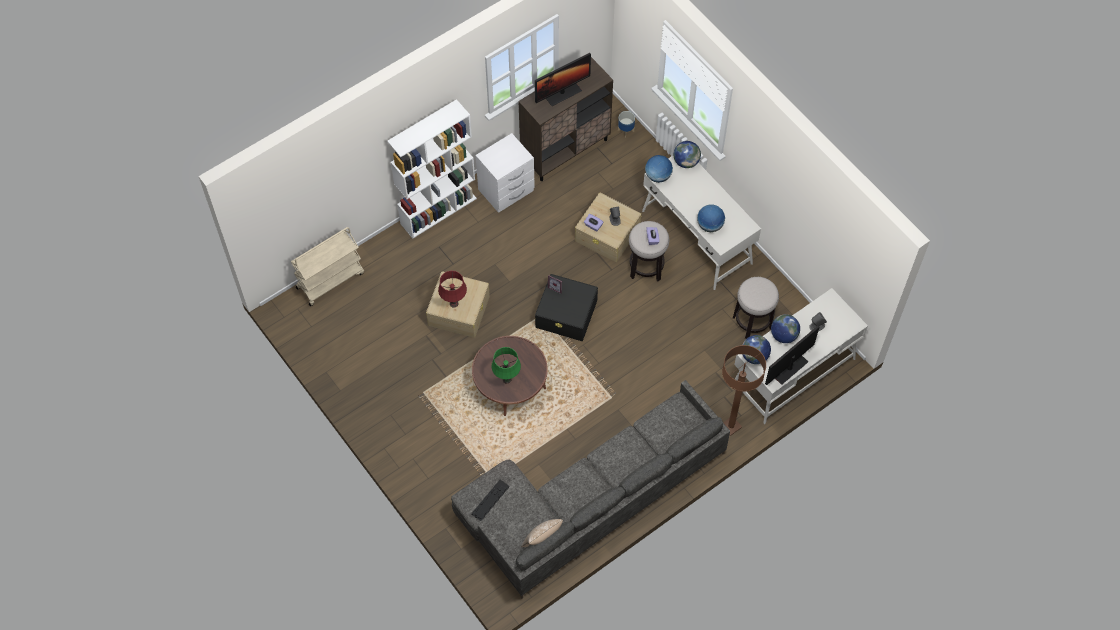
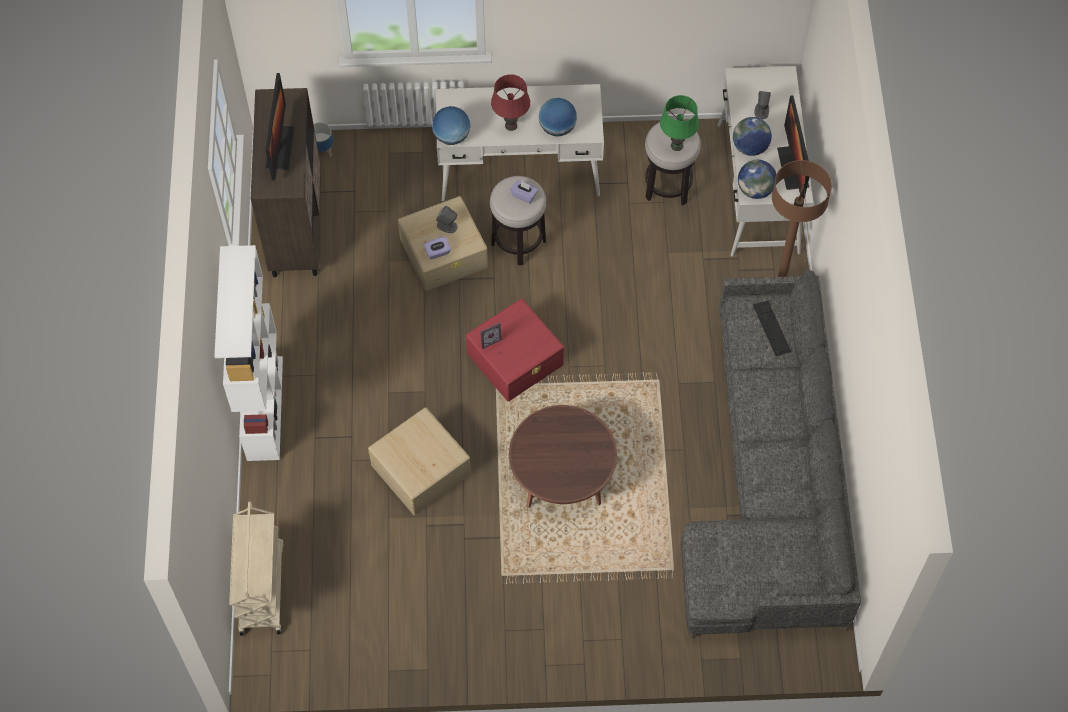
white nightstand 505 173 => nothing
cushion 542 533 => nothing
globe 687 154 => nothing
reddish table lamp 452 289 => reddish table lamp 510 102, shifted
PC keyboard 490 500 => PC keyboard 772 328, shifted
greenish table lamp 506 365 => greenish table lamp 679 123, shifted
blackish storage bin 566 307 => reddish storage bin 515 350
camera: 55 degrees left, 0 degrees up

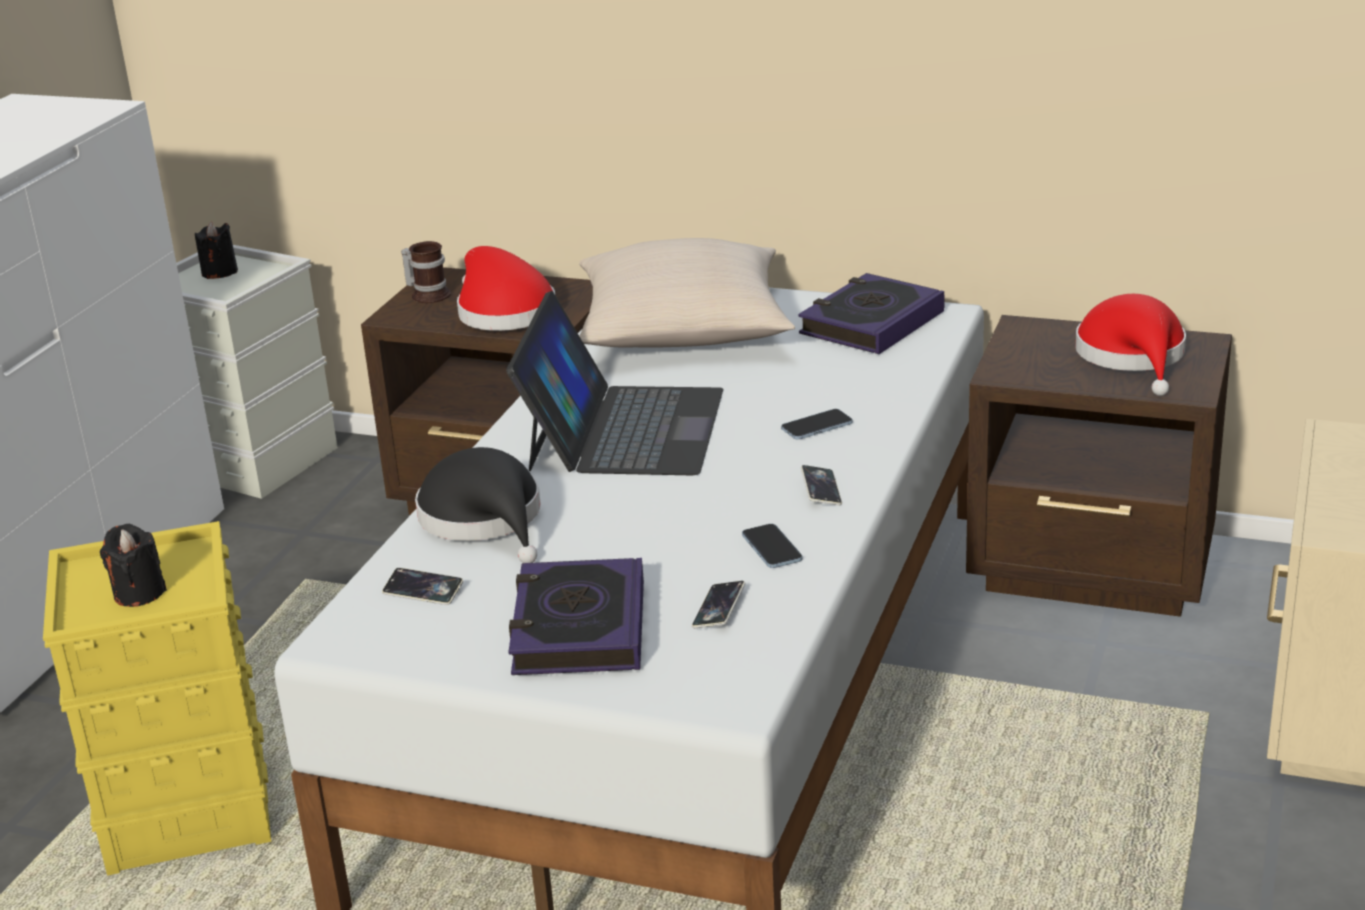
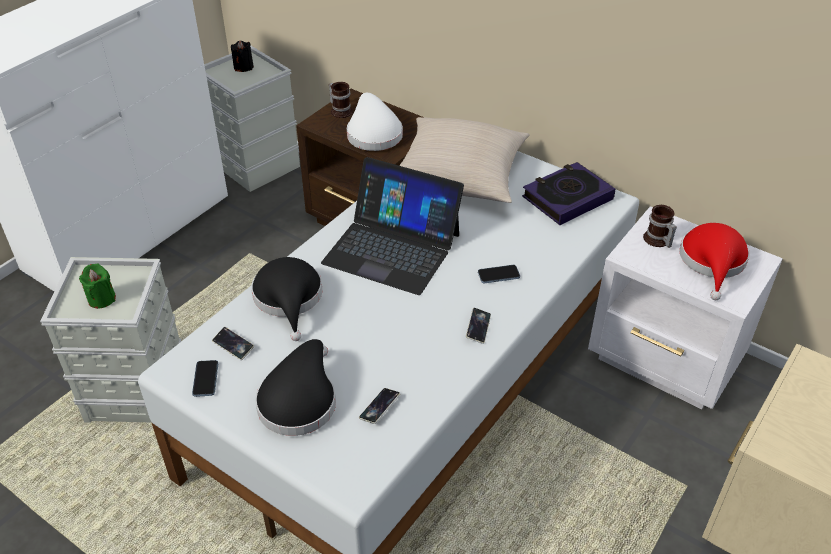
nothing => mug 660 226
telephone 772 546 => telephone 205 378, shifted
volume 576 616 => blackish hat 295 387
yellow storage bin 157 698 => grey storage bin 110 340
blackish wax light 133 565 => greenish wax light 97 286
reddish hat 506 288 => white hat 375 122
brown-coloured nightstand 1099 466 => white nightstand 685 307
portable computer 614 383 => portable computer 392 226, 90 degrees clockwise
camera: 15 degrees right, 15 degrees up

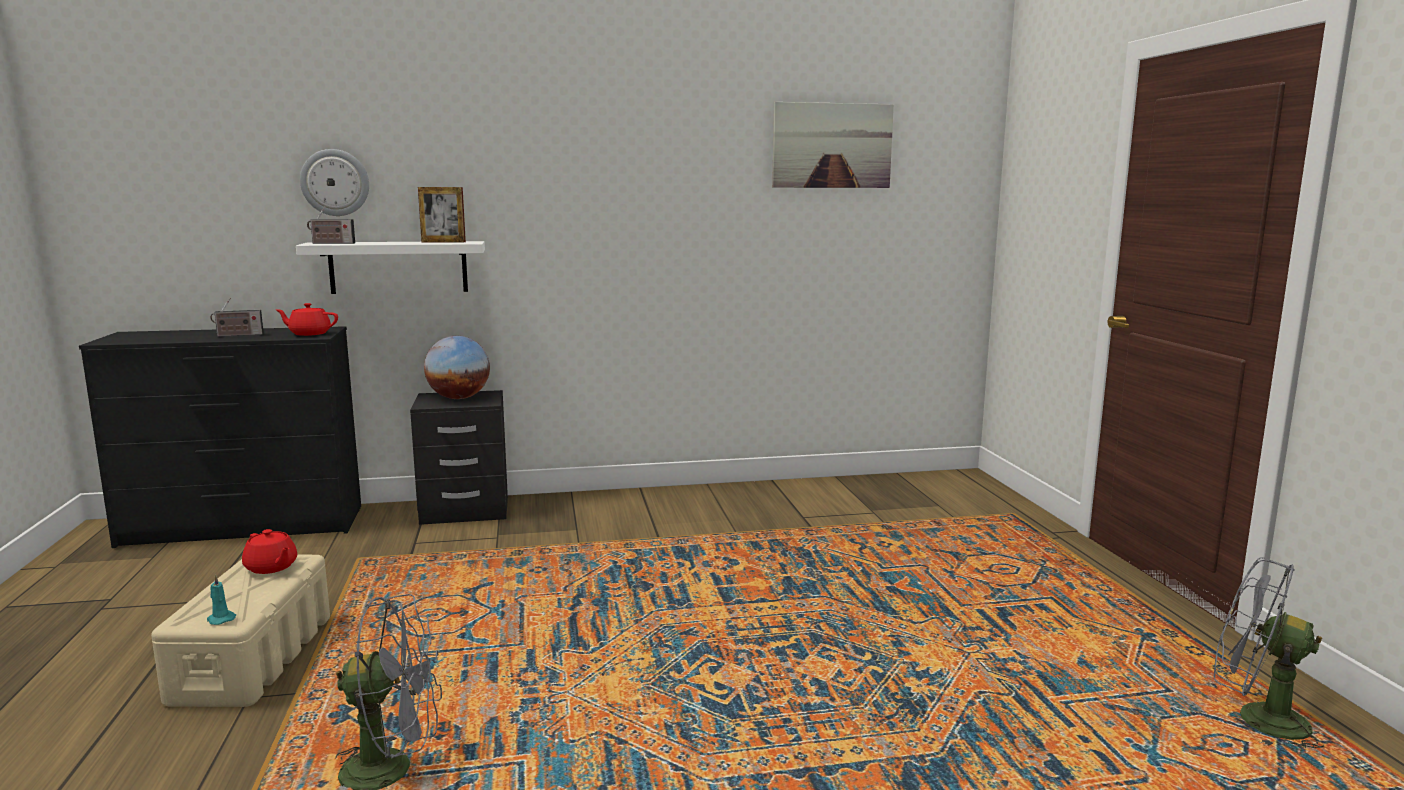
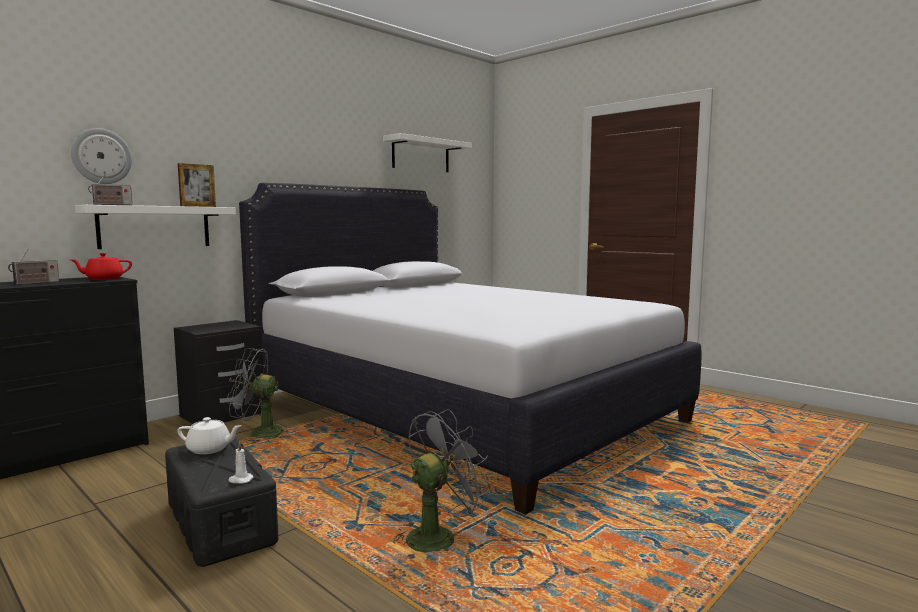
globe 457 367 => nothing
nothing => white bed 470 349
grey fan 1269 654 => grey fan 256 395, shifted
picture 833 145 => white bracket shelf 427 152
sand-coloured storage bin 240 631 => blackish storage bin 221 502
blue-green wax light 221 599 => white wax light 241 463
reddish pot for tea 269 551 => white pot for tea 209 435
camera: 35 degrees left, 5 degrees down

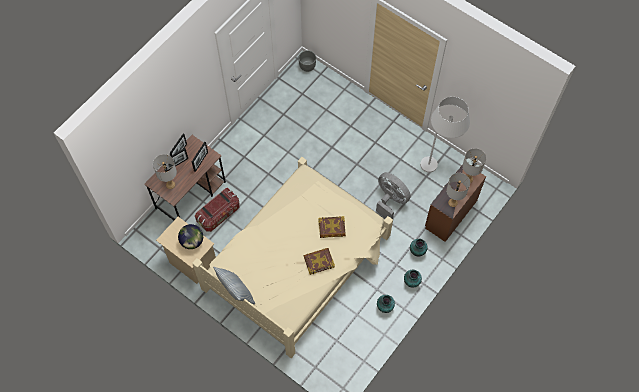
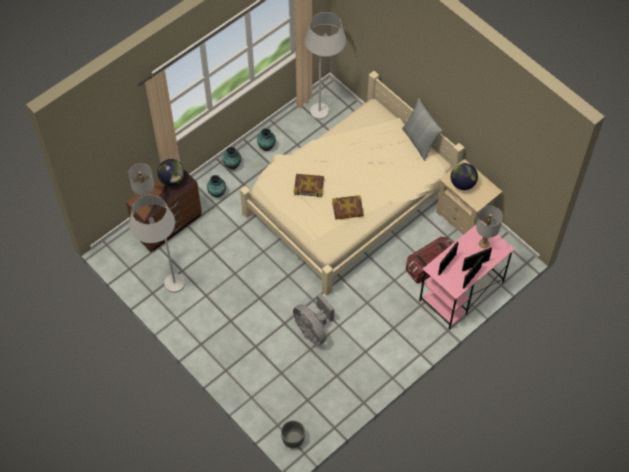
nothing => white standard lamp 325 66
volume 319 261 => volume 348 207, shifted
grey fan 393 195 => grey fan 313 319, shifted
grey table lamp 458 190 => globe 171 172
brown-coloured desk 185 177 => pink-coloured desk 467 274
camera: 170 degrees left, 5 degrees down

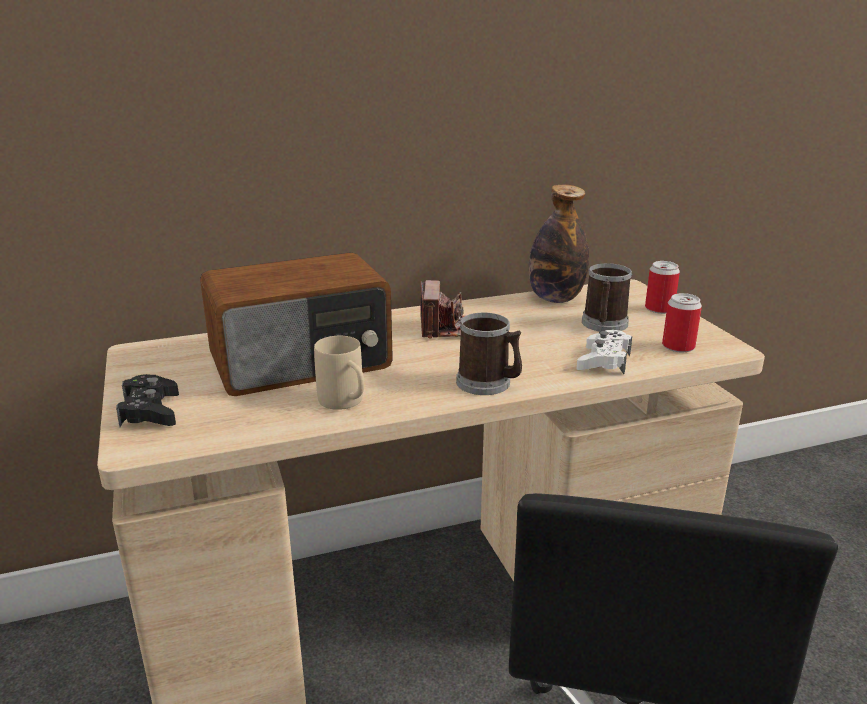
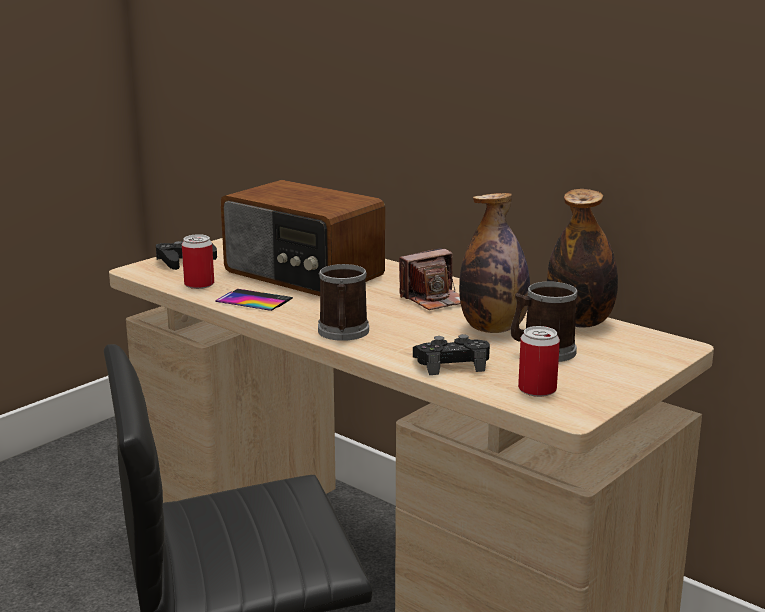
nothing => drink bottle 494 263
can 662 287 => can 198 261, shifted
sand-coloured mug 339 373 => telephone 254 300
white joypad 604 352 => blackish joypad 451 354
camera: 60 degrees right, 5 degrees down

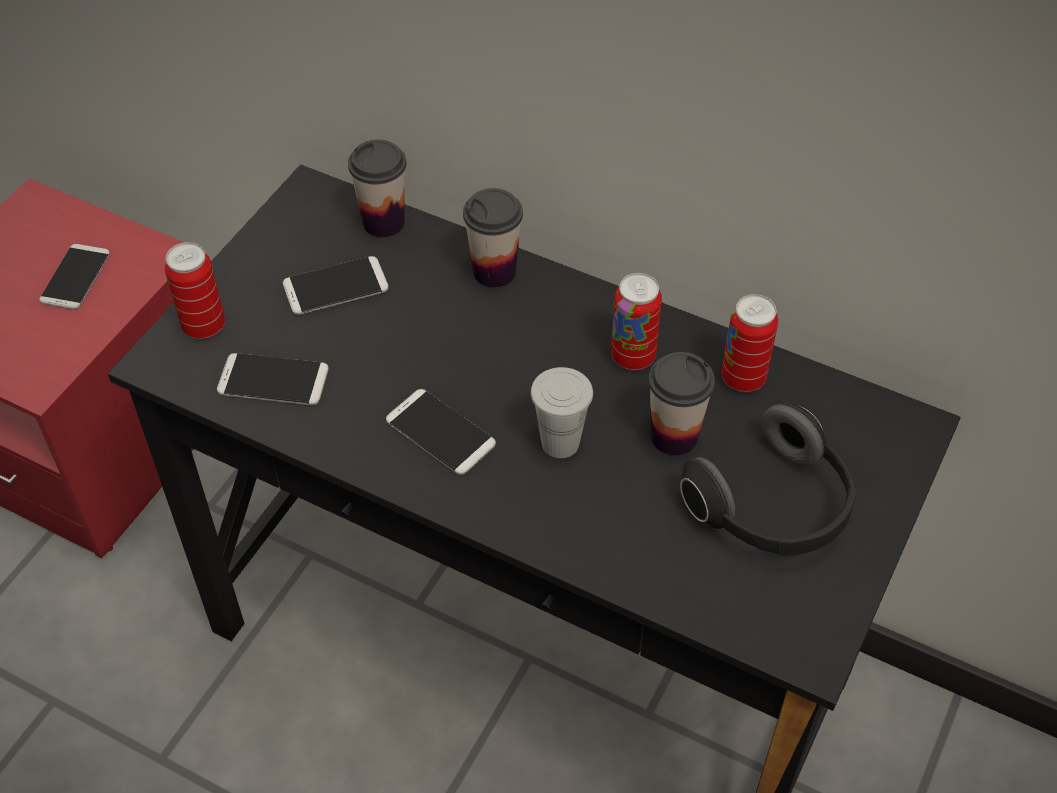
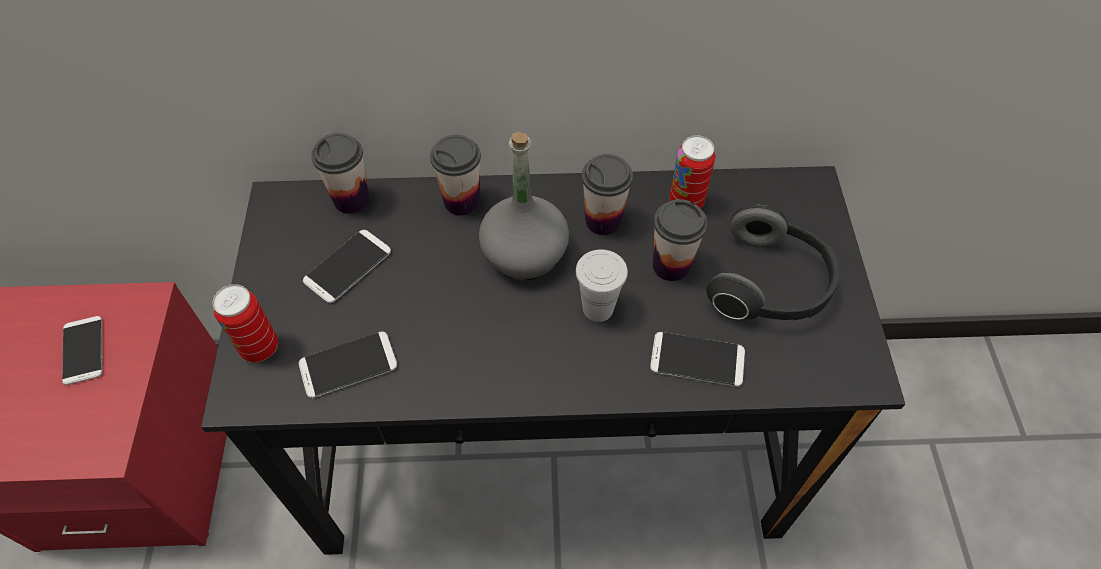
nothing => grey drink bottle 524 206
telephone 441 432 => telephone 697 359, shifted
can 636 321 => small cup 607 194
camera: 30 degrees left, 5 degrees up

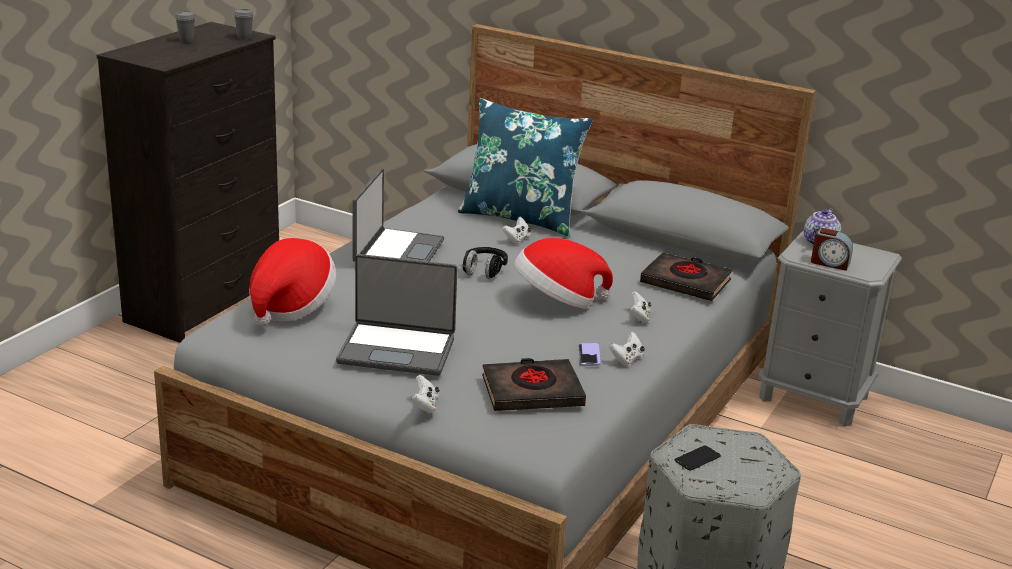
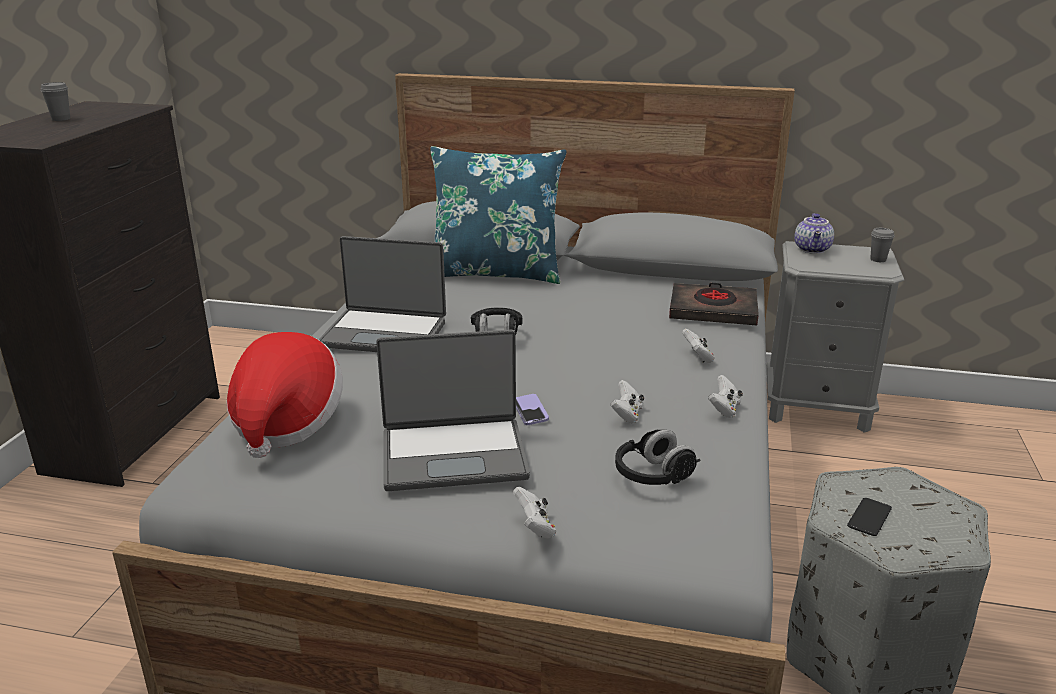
hat 563 273 => nothing
alarm clock 832 249 => nothing
grey small cup 244 24 => grey small cup 882 245, shifted
white joypad 516 230 => white joypad 627 401, shifted
telephone 589 354 => telephone 532 409, shifted
blackish volume 534 384 => blackish headphones 658 457
portable computer 398 215 => portable computer 382 294, 105 degrees clockwise
camera: 15 degrees left, 0 degrees up

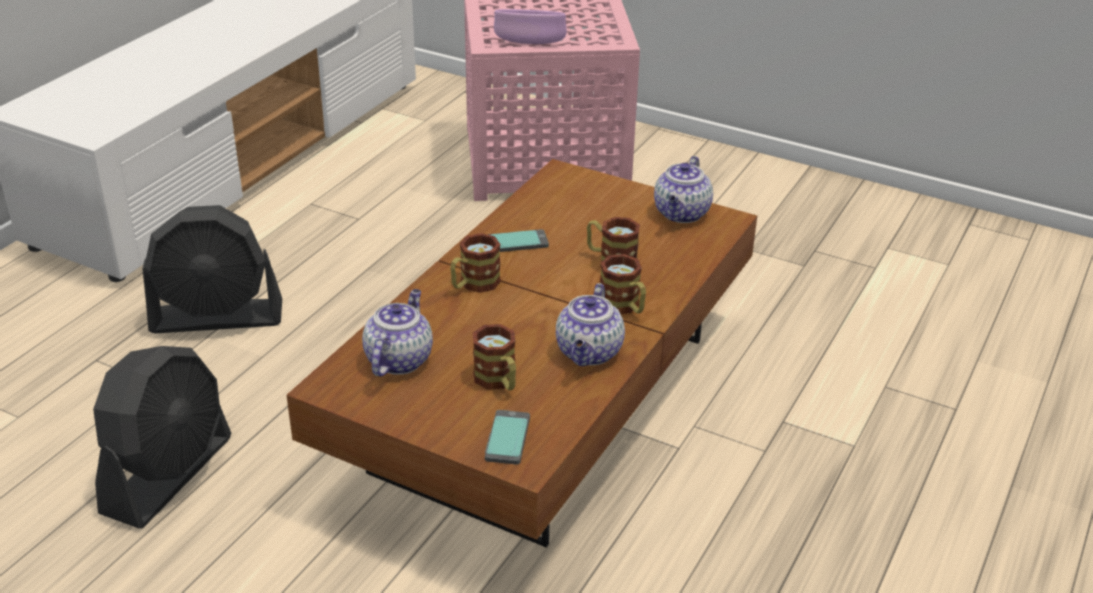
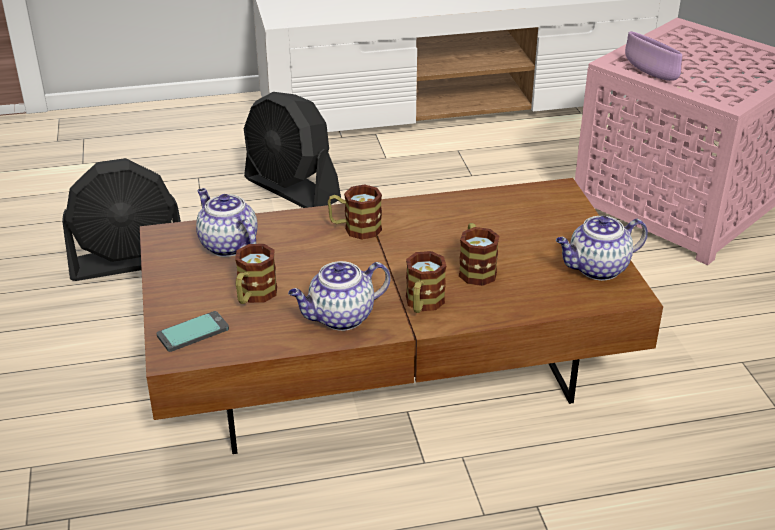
telephone 518 240 => nothing
pot for tea 397 332 => pot for tea 227 222, 105 degrees counterclockwise
camera: 50 degrees right, 0 degrees up

